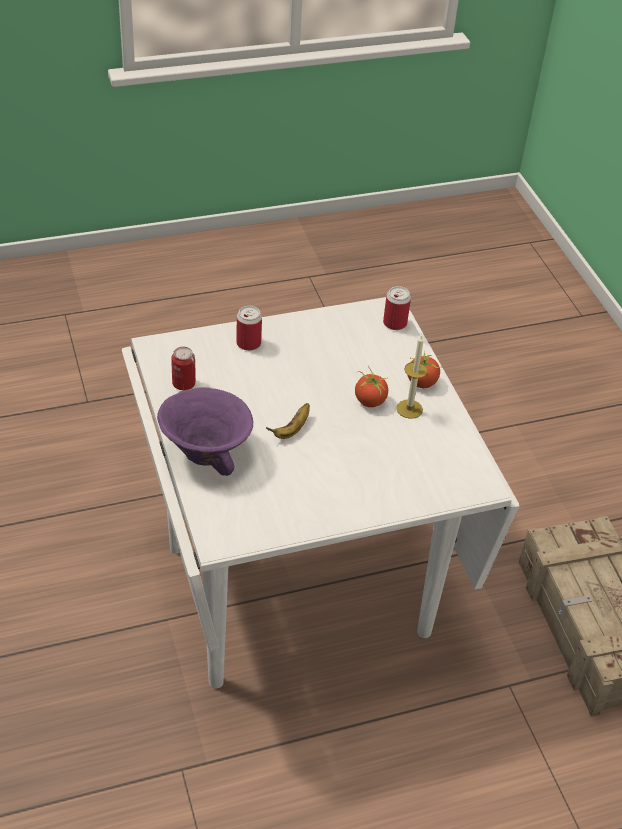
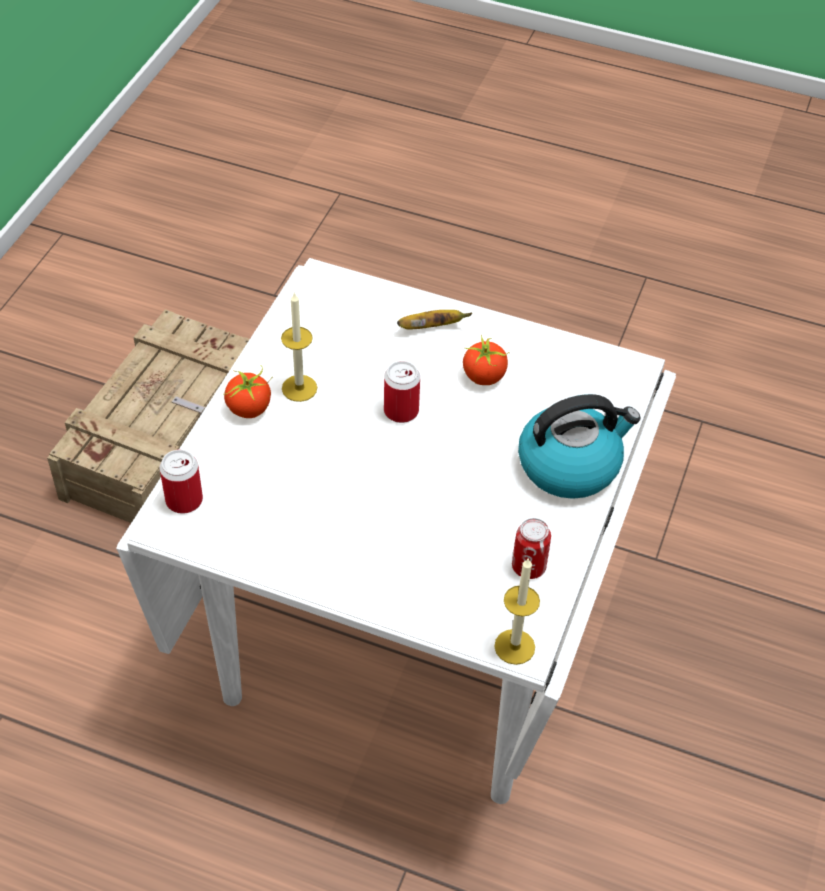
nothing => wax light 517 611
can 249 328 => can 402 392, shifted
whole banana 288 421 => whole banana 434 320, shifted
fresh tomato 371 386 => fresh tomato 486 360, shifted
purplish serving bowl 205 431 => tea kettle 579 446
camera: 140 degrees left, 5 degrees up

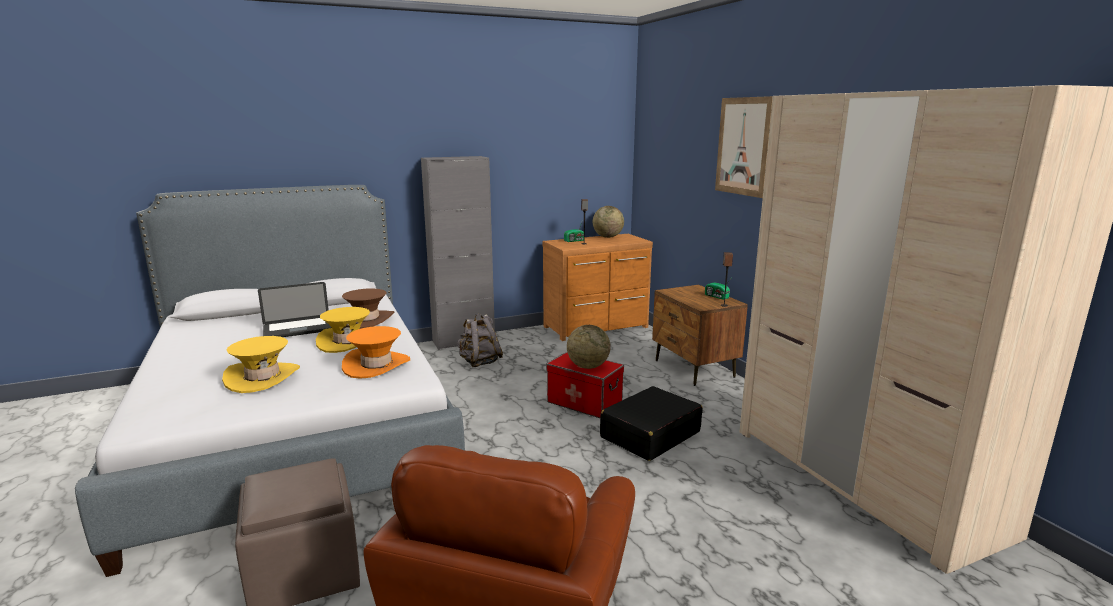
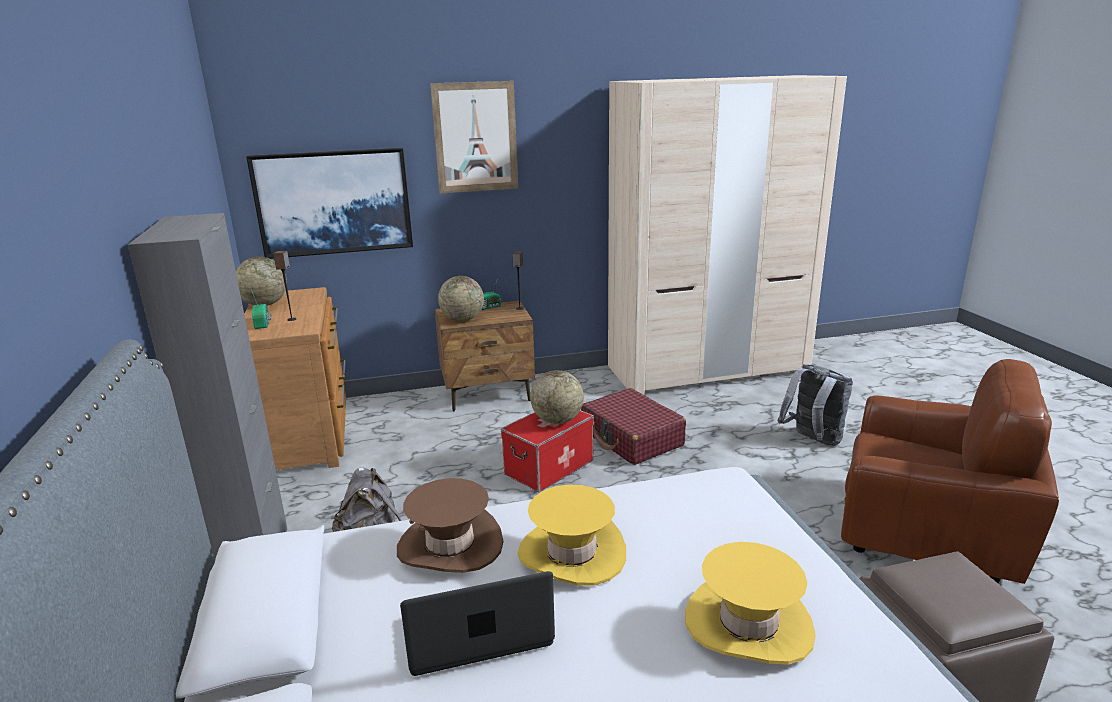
orangey hat 376 352 => nothing
nothing => picture 329 203
nothing => globe 461 299
nothing => grey rucksack 815 405
blackish suitcase 651 423 => reddish suitcase 633 426
portable computer 294 309 => portable computer 477 623, 90 degrees counterclockwise
camera: 80 degrees left, 5 degrees up

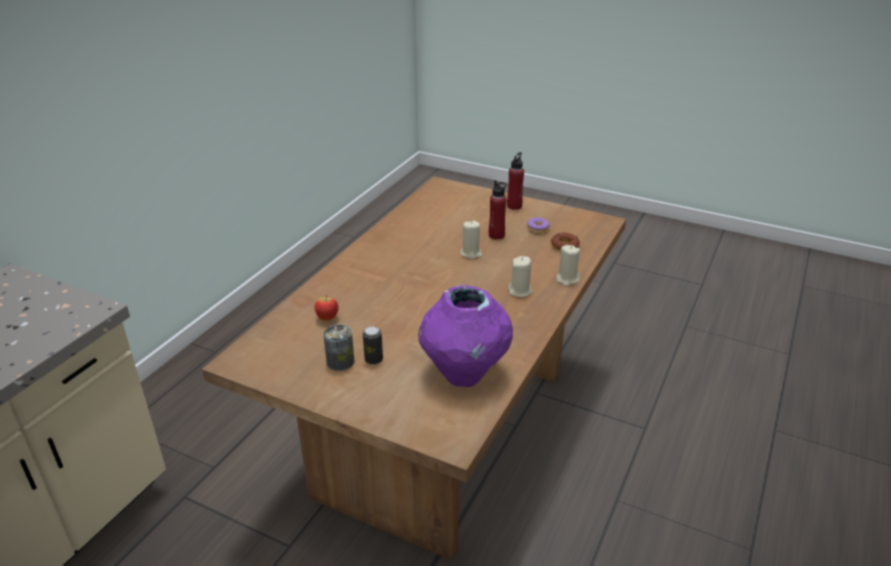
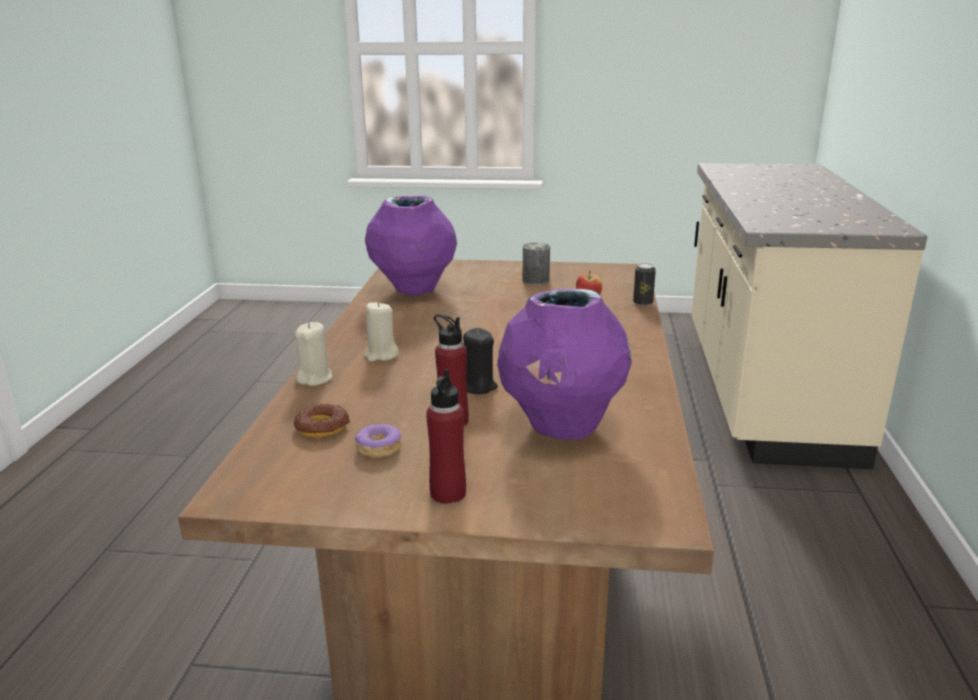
nothing => purplish flower vase 564 364
can 373 345 => can 644 284, shifted
sand-coloured wax light 471 239 => blackish wax light 480 361
camera: 160 degrees right, 10 degrees down

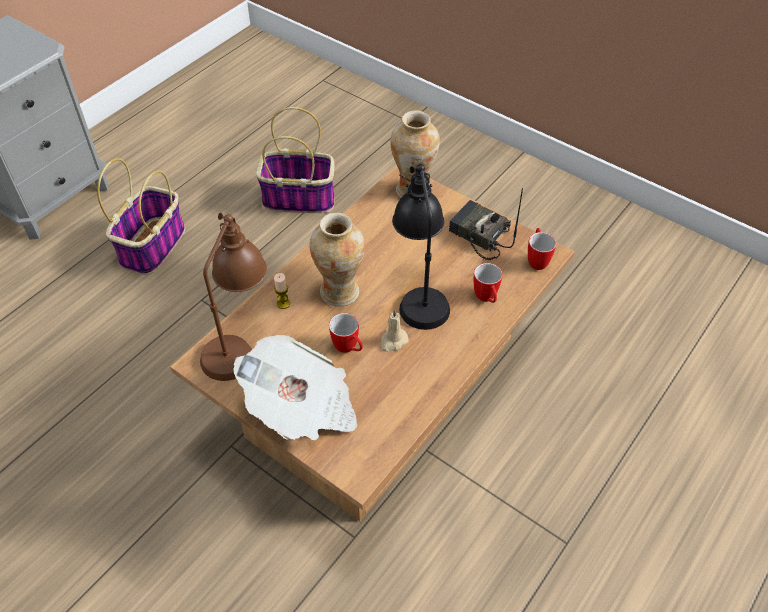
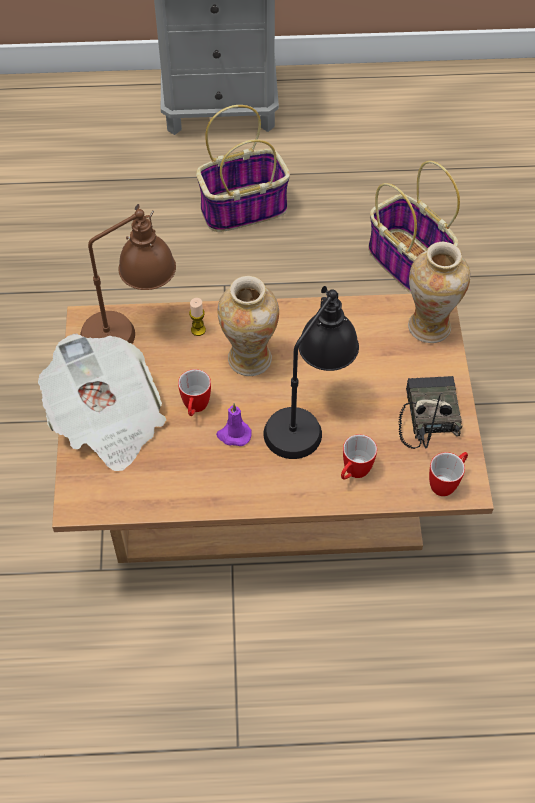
sand-coloured wax light 394 330 => purplish wax light 234 425
camera: 50 degrees right, 5 degrees up

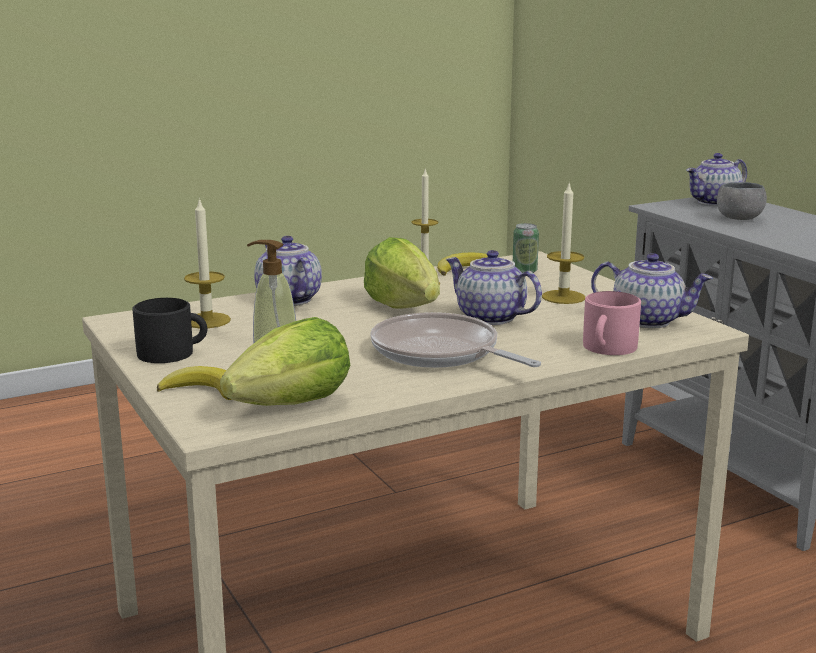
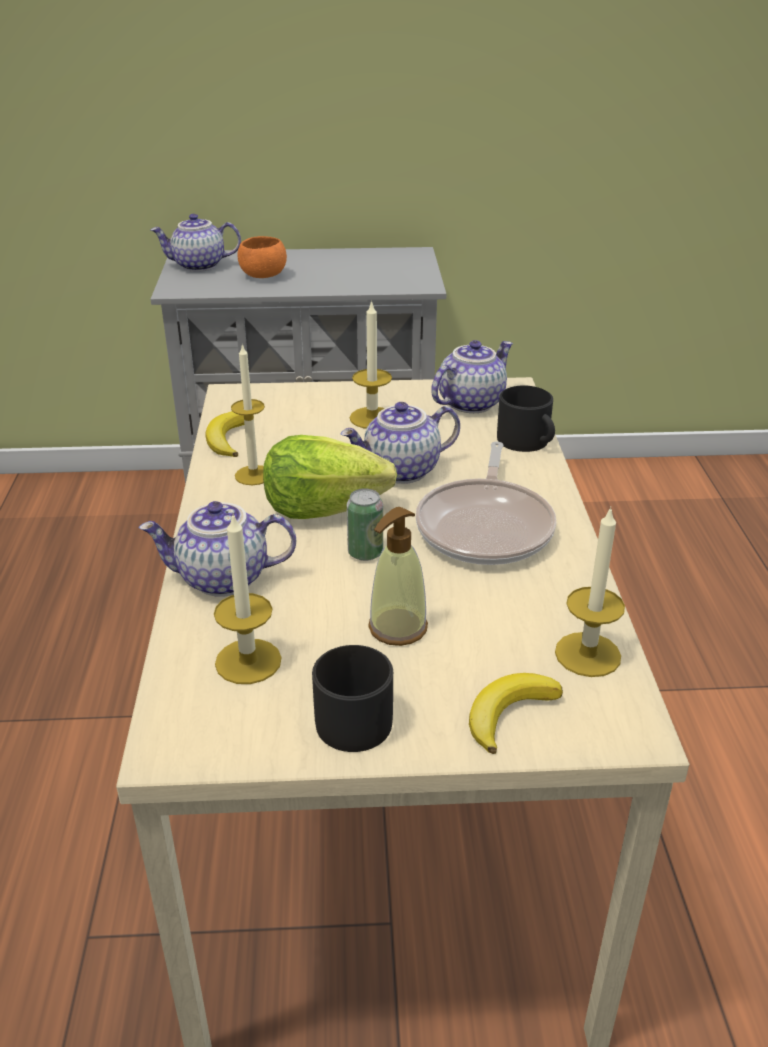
can 526 248 => can 365 524, shifted
head of lettuce 285 361 => wax light 590 592
pink-coloured mug 612 323 => blackish mug 526 418
grey serving bowl 742 201 => orangey serving bowl 262 257
frying pan 455 340 => frying pan 486 503, 60 degrees counterclockwise
pot for tea 716 179 => pot for tea 195 243, 90 degrees clockwise
camera: 65 degrees left, 15 degrees up

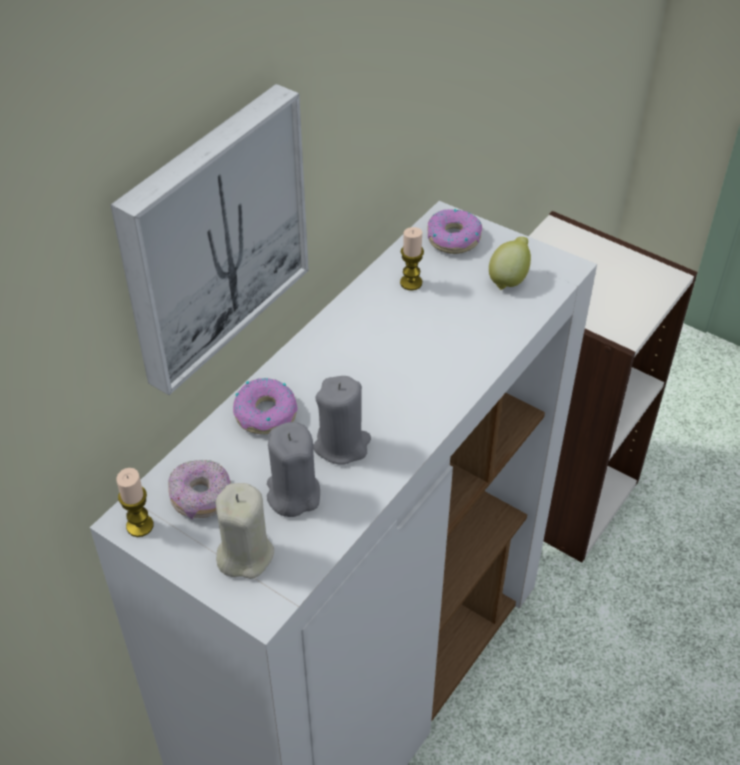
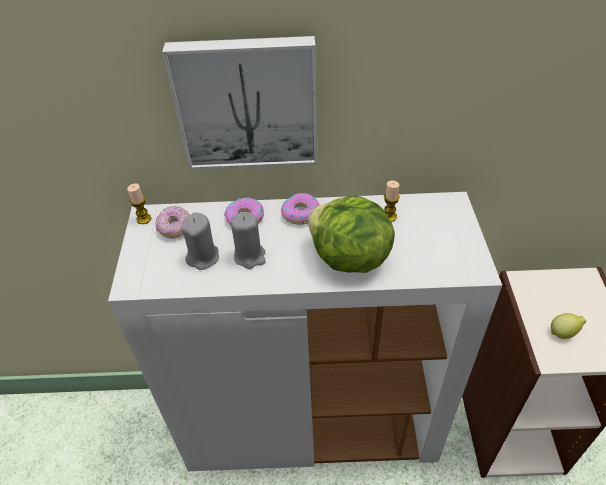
sand-coloured wax light 245 531 => nothing
nothing => head of lettuce 351 234
donut 454 231 => donut 300 209, shifted
lemon 510 263 => lemon 568 326, shifted
camera: 55 degrees right, 0 degrees up

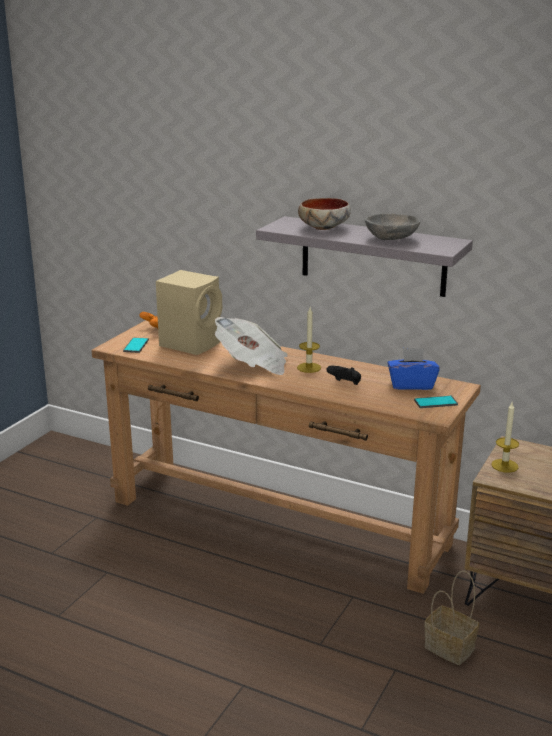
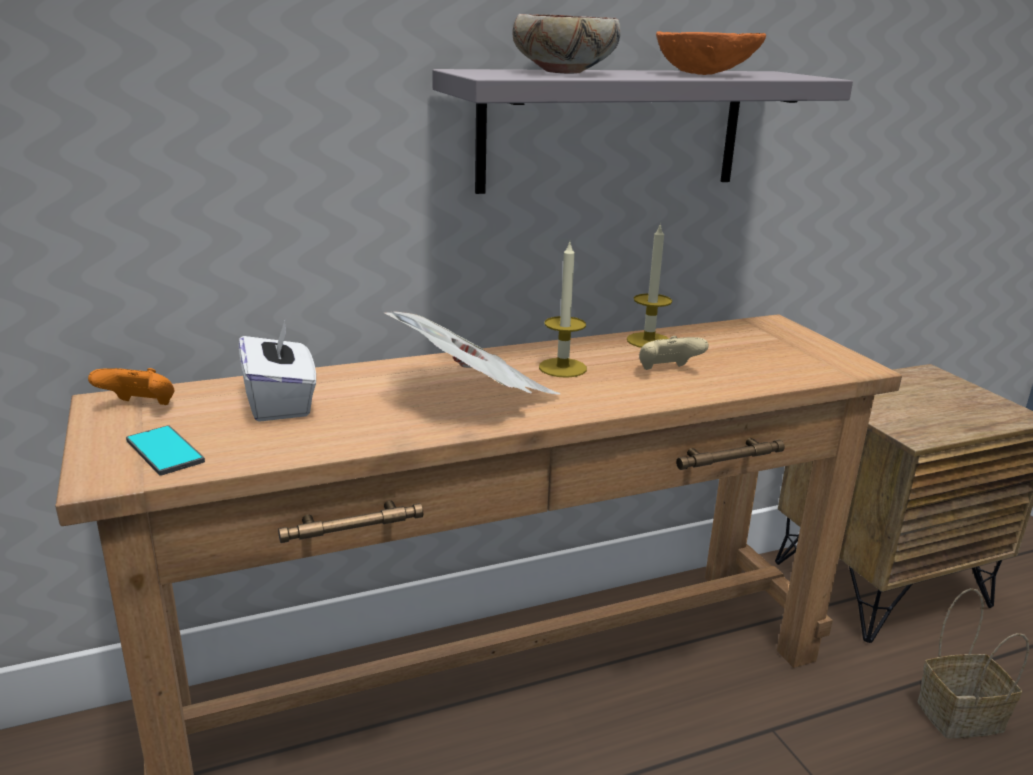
blue-coloured tissue box 413 369 => nothing
telephone 436 402 => nothing
wax light 505 437 => wax light 649 285, shifted
sand-coloured audio speaker 189 312 => white tissue box 277 371
blackish joypad 343 375 => sand-coloured joypad 674 353
grey serving bowl 392 226 => orangey serving bowl 711 53
camera: 50 degrees left, 0 degrees up

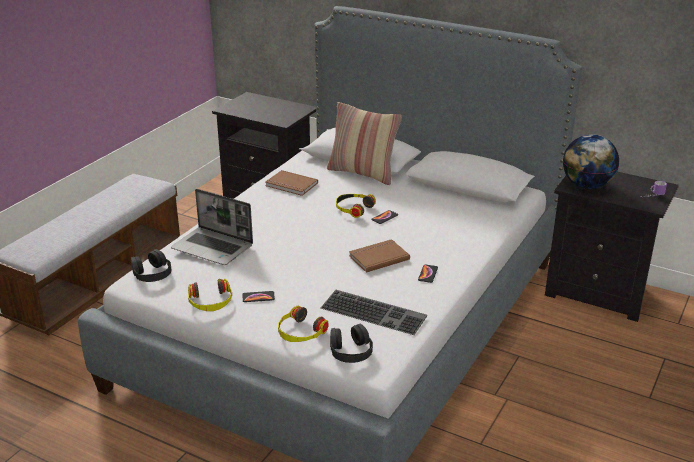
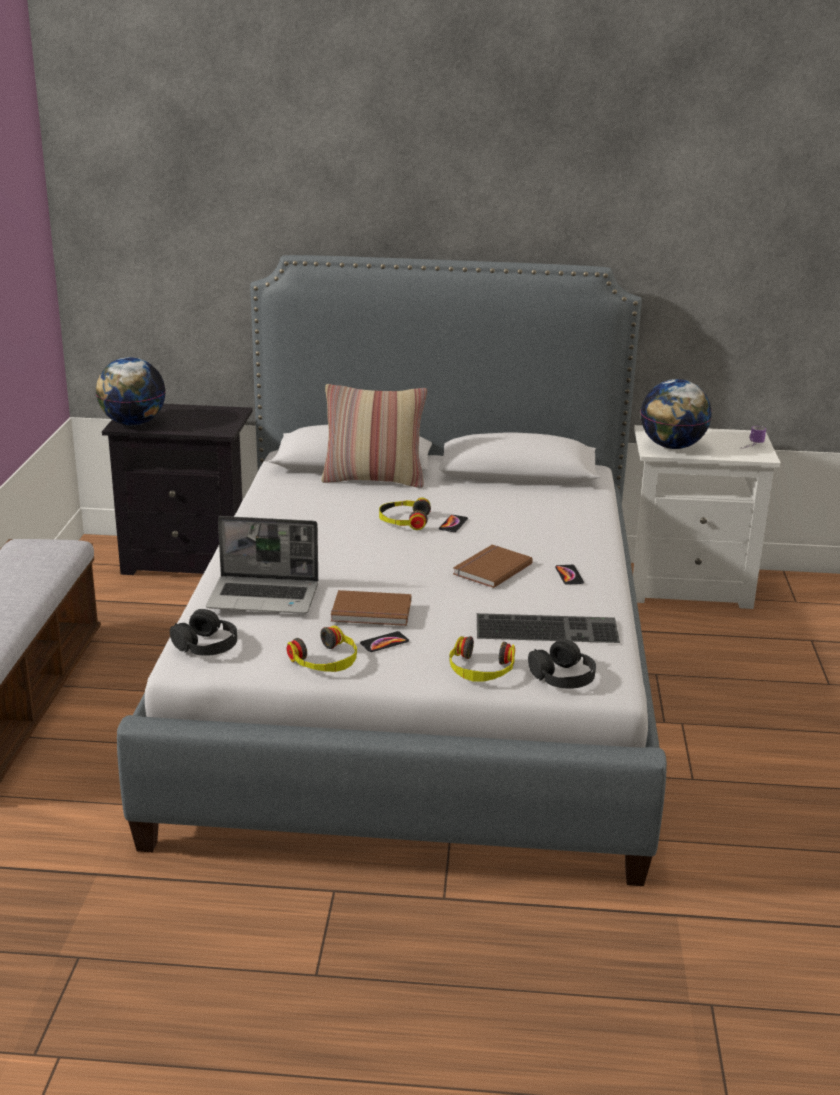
nothing => globe 131 391
brown-coloured volume 291 183 => brown-coloured volume 371 608, shifted
blackish nightstand 612 247 => white nightstand 707 517
camera: 25 degrees left, 5 degrees down

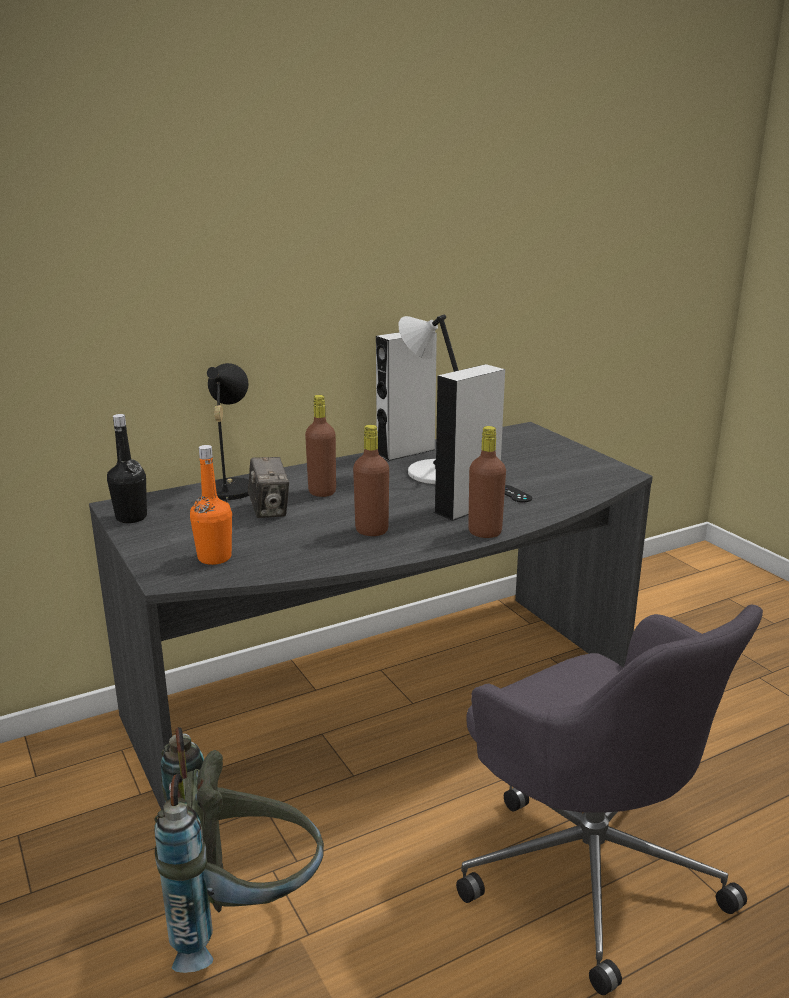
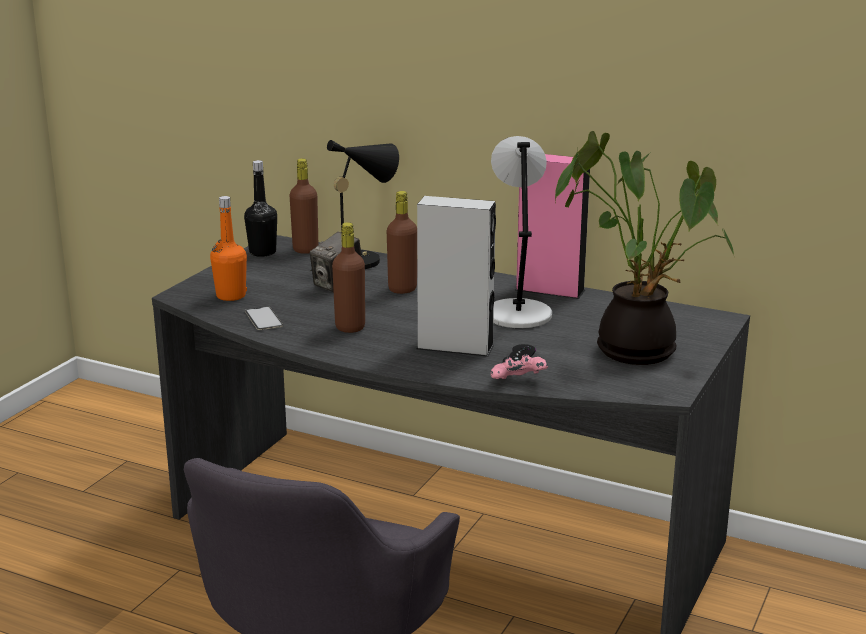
grey rucksack 239 850 => nothing
nothing => telephone 264 318
nothing => pink-coloured joypad 519 366
nothing => houseplant 644 248
brown-coloured drink bottle 487 482 => brown-coloured drink bottle 303 206, shifted
grey audio speaker 406 396 => pink-coloured audio speaker 553 226
camera: 55 degrees right, 0 degrees up

